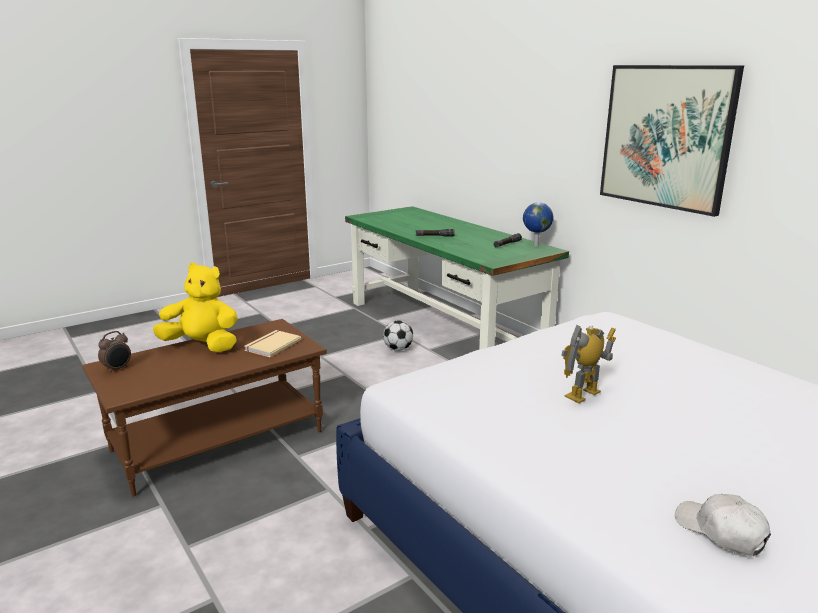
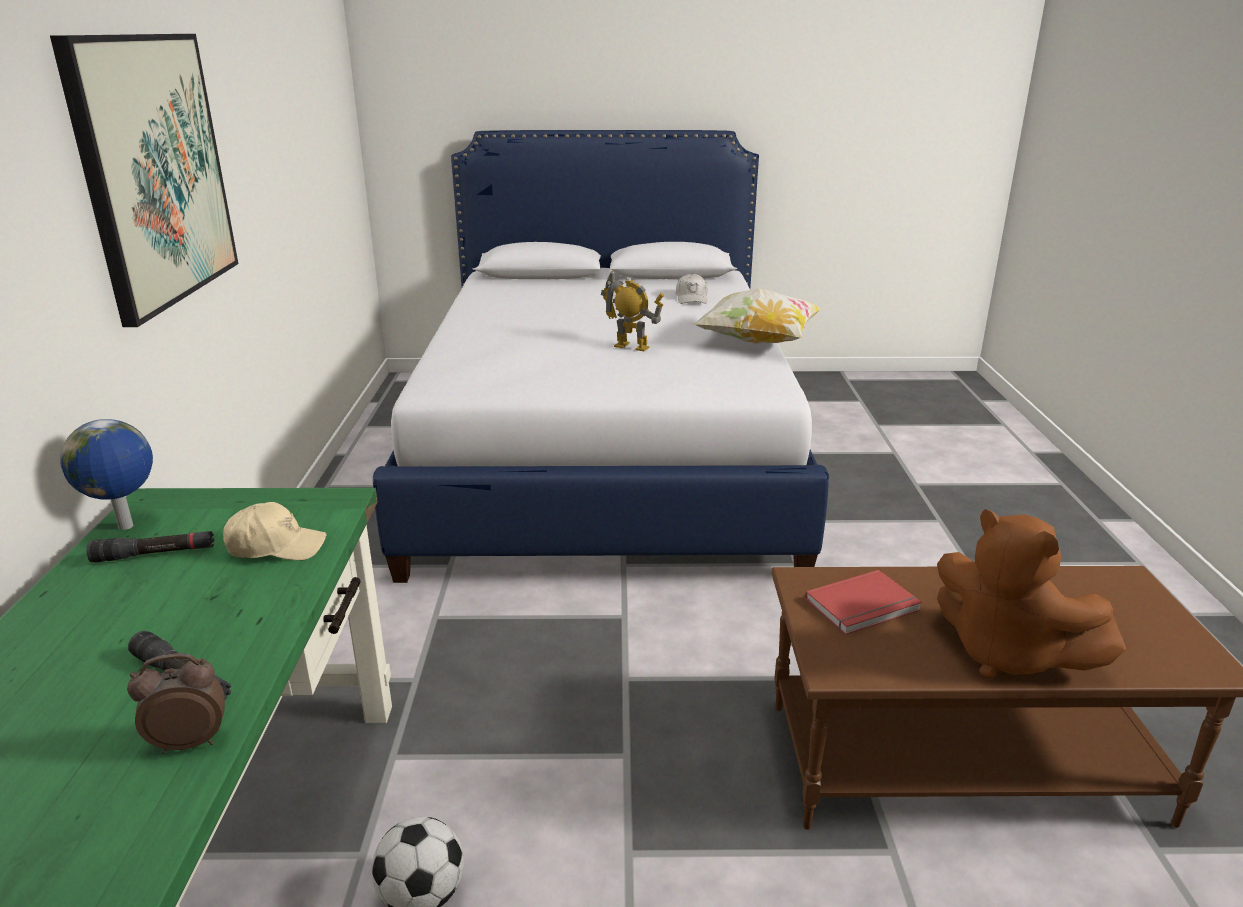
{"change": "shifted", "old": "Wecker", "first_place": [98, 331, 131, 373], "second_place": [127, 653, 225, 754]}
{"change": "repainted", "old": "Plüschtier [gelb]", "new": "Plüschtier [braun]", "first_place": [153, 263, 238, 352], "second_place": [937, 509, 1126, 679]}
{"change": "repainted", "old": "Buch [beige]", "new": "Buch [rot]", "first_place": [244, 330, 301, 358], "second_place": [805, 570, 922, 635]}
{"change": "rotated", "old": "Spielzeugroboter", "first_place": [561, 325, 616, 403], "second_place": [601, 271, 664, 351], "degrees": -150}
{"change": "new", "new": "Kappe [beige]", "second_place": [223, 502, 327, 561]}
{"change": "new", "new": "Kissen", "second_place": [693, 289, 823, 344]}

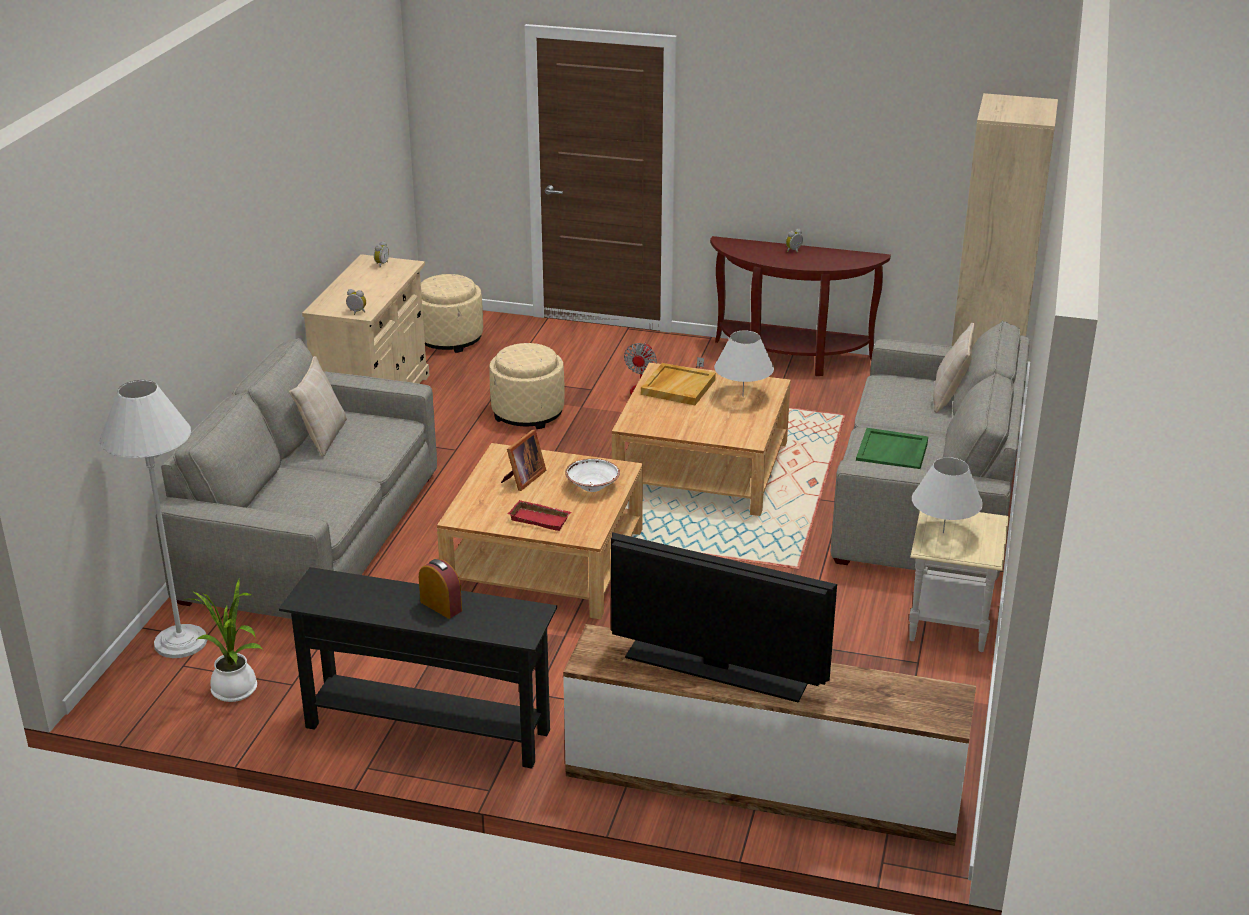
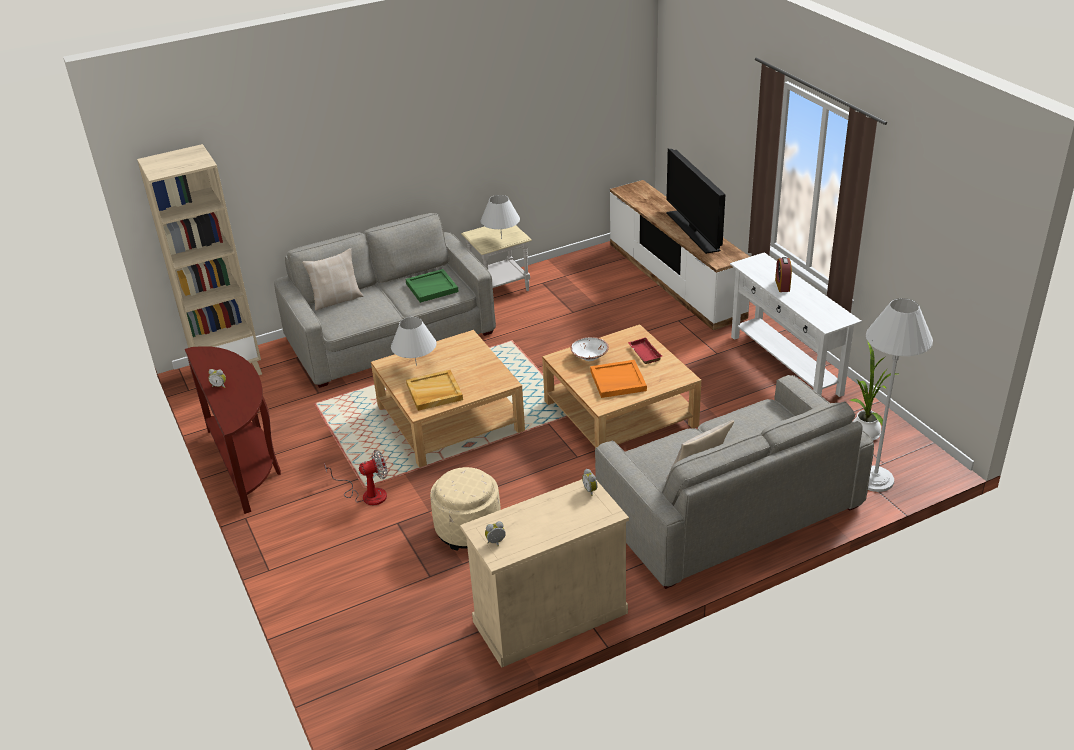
{"change": "repainted", "old": "Konsolentisch [schwarz]", "new": "Konsolentisch [weiß]", "first_place": [279, 567, 557, 769], "second_place": [730, 252, 862, 397]}
{"change": "gone", "old": "Polsterhocker [beige]", "first_place": [421, 274, 483, 353]}
{"change": "swapped", "old": "Bilderrahmen", "new": "Tablett [orange]", "first_place": [501, 430, 546, 491], "second_place": [590, 360, 647, 398]}

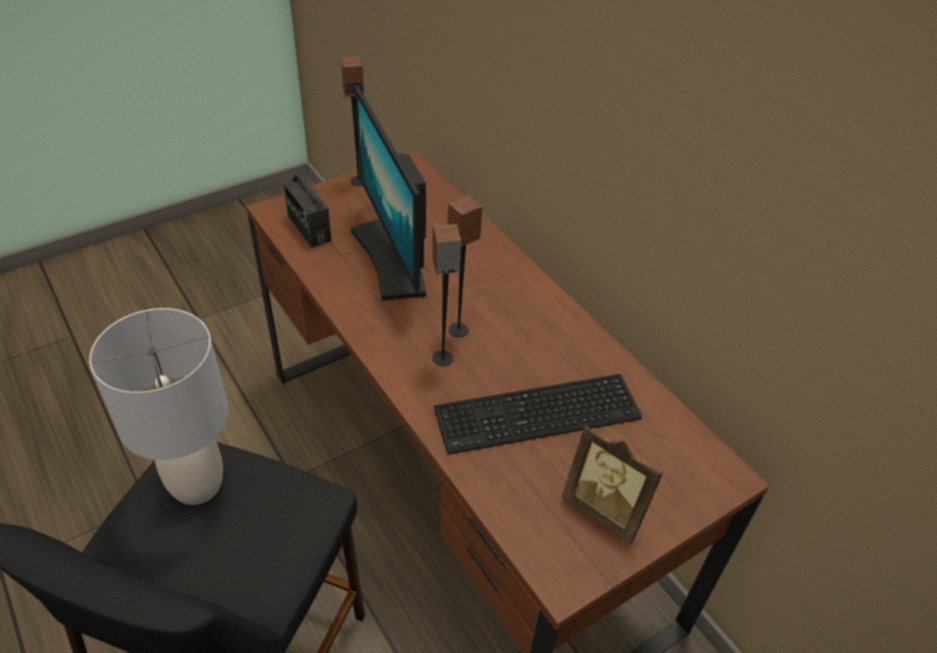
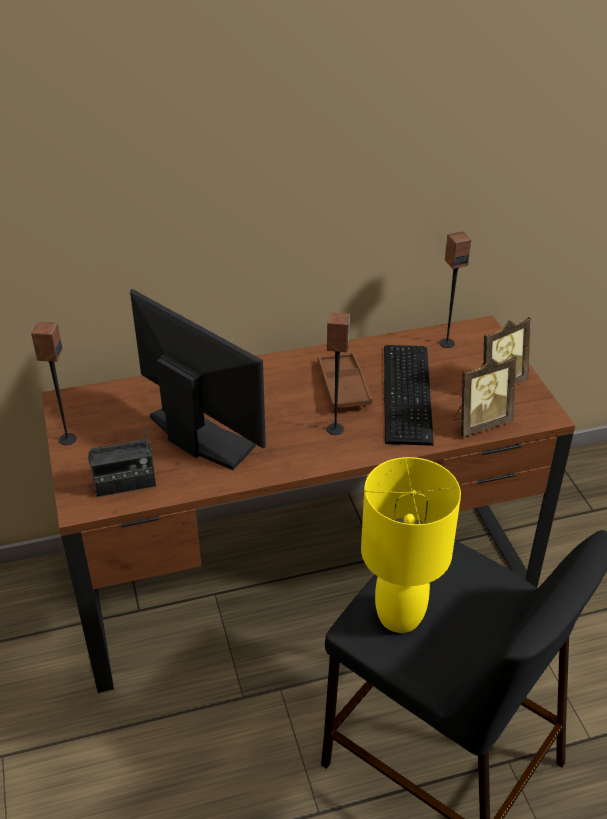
{"change": "repainted", "old": "Tischlampe [grau]", "new": "Tischlampe [gelb]", "first_place": [89, 308, 228, 505], "second_place": [361, 457, 461, 633]}
{"change": "rotated", "old": "Monitor", "first_place": [351, 86, 426, 301], "second_place": [130, 289, 266, 470], "degrees": -135}
{"change": "shifted", "old": "Lautsprecher", "first_place": [448, 195, 483, 337], "second_place": [439, 231, 471, 348]}
{"change": "new", "new": "Tablett [braun]", "second_place": [318, 352, 372, 409]}
{"change": "new", "new": "Bilderrahmen", "second_place": [453, 356, 517, 437]}

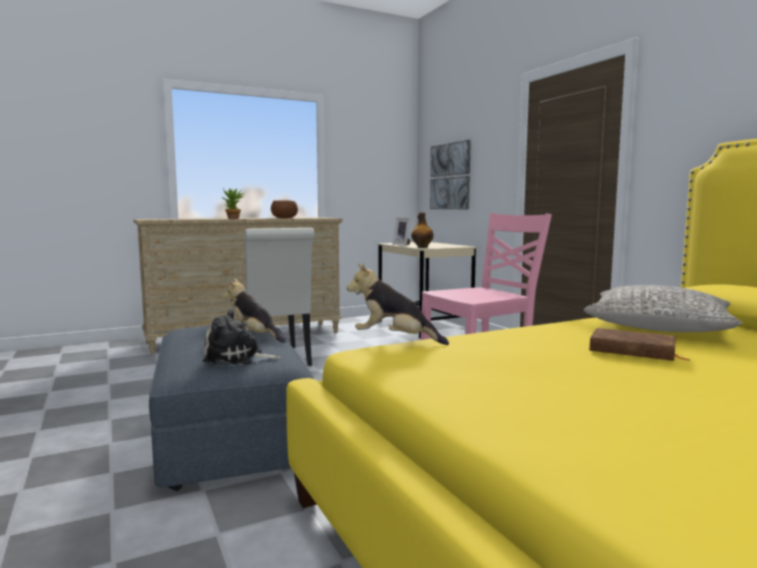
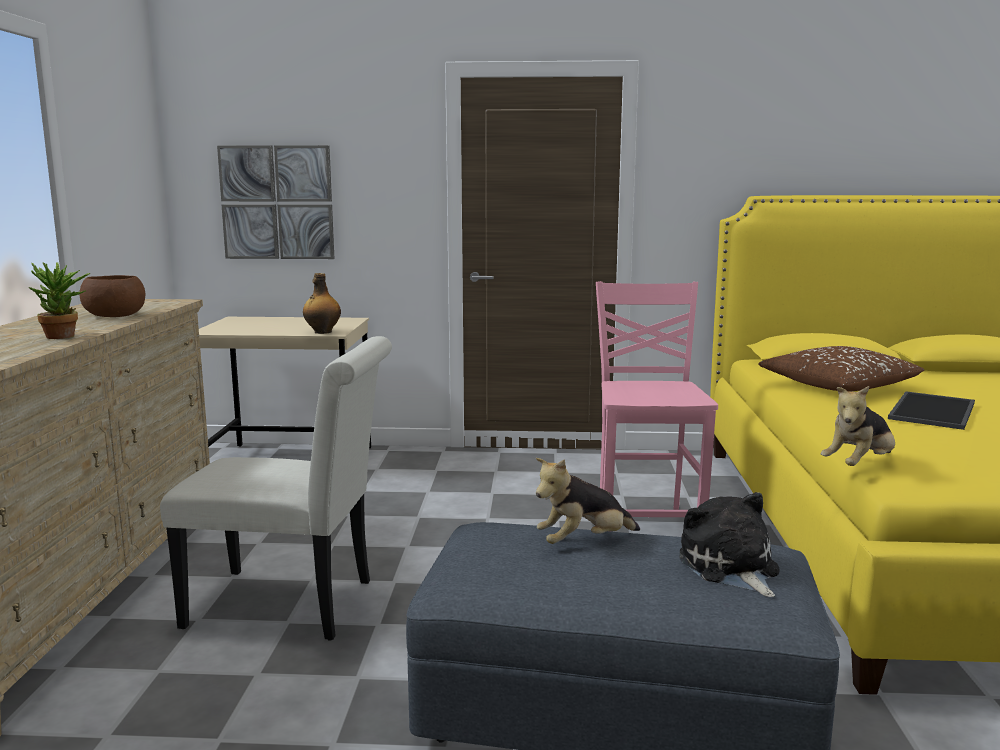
{"change": "rotated", "old": "Plüschtier", "first_place": [202, 309, 281, 366], "second_place": [680, 492, 780, 597], "degrees": 135}
{"change": "gone", "old": "Bilderrahmen", "first_place": [393, 217, 410, 246]}
{"change": "repainted", "old": "Kissen [grau]", "new": "Kissen [braun]", "first_place": [584, 285, 742, 332], "second_place": [758, 346, 924, 391]}
{"change": "swapped", "old": "Buch [braun]", "new": "Tablett", "first_place": [590, 328, 690, 361], "second_place": [888, 391, 975, 430]}

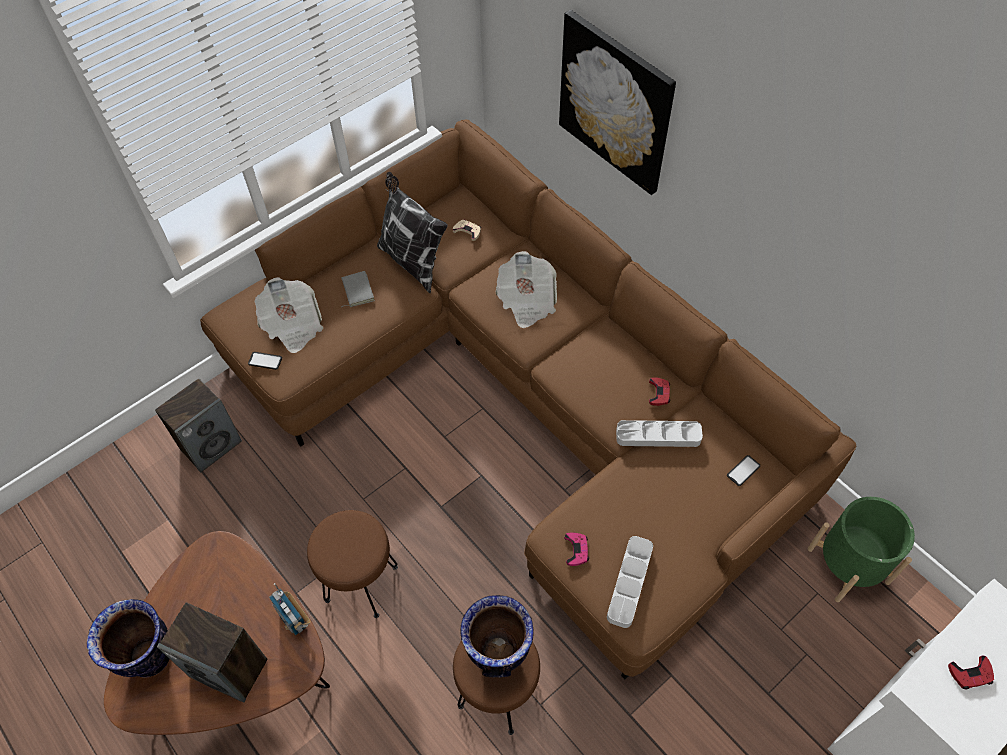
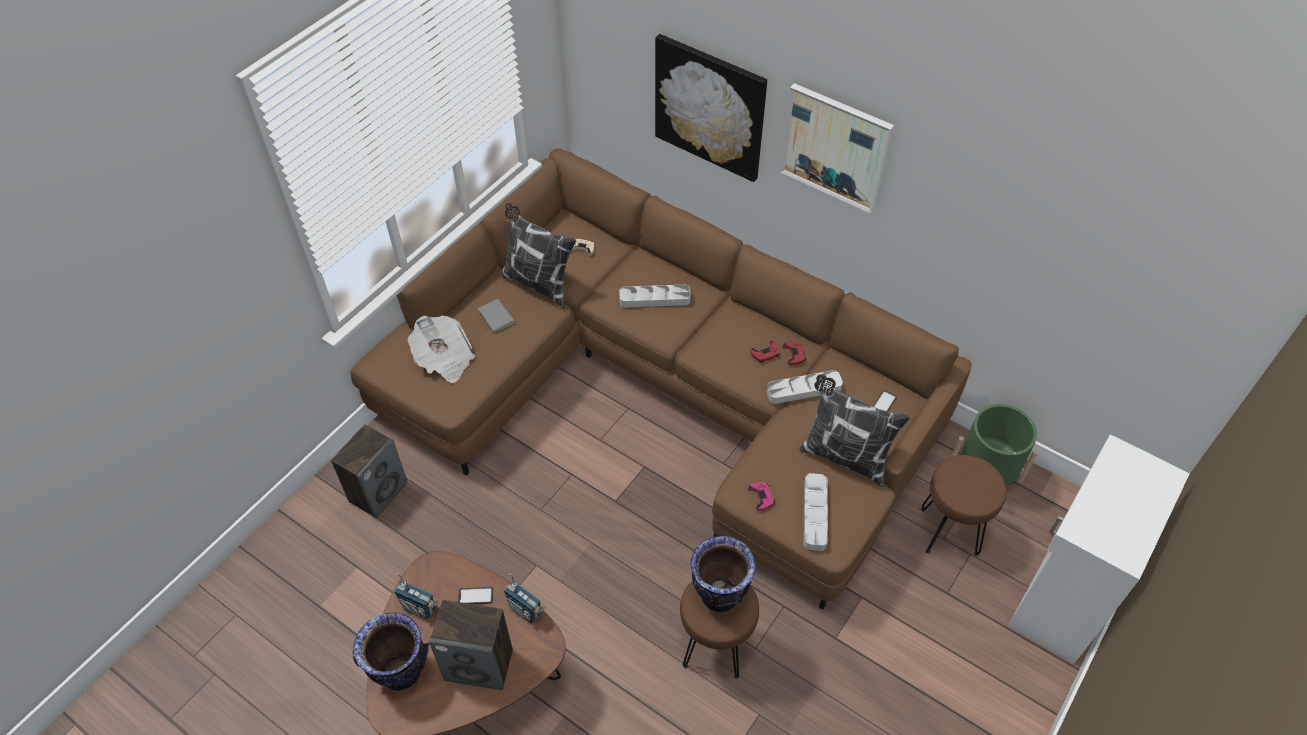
{"change": "shifted", "old": "Handy", "first_place": [248, 352, 282, 370], "second_place": [458, 587, 493, 604]}
{"change": "shifted", "old": "Hocker [braun]", "first_place": [307, 510, 398, 618], "second_place": [921, 455, 1006, 556]}
{"change": "swapped", "old": "Zeitung", "new": "Tablett [grau]", "first_place": [495, 251, 557, 328], "second_place": [619, 285, 691, 307]}
{"change": "shifted", "old": "Gamepad [rot]", "first_place": [948, 655, 994, 689], "second_place": [750, 341, 779, 363]}
{"change": "new", "new": "Radio", "second_place": [394, 573, 439, 619]}
{"change": "new", "new": "Bild", "second_place": [780, 83, 894, 214]}
{"change": "new", "new": "Kissen", "second_place": [799, 374, 910, 487]}

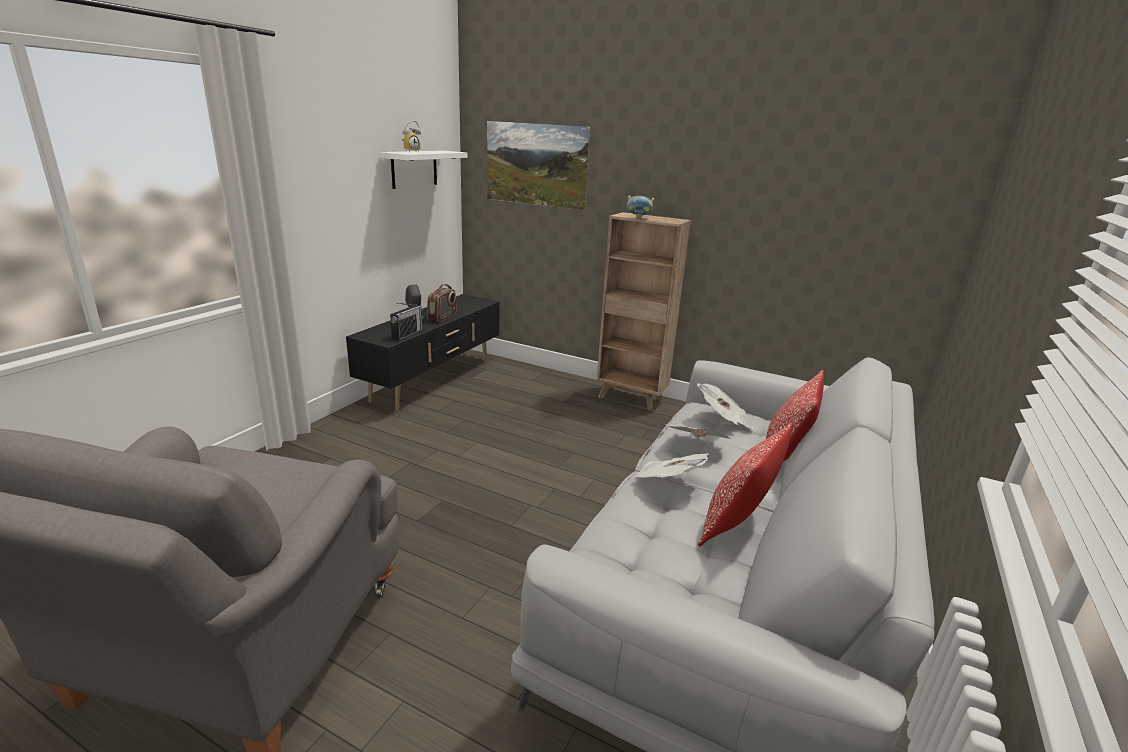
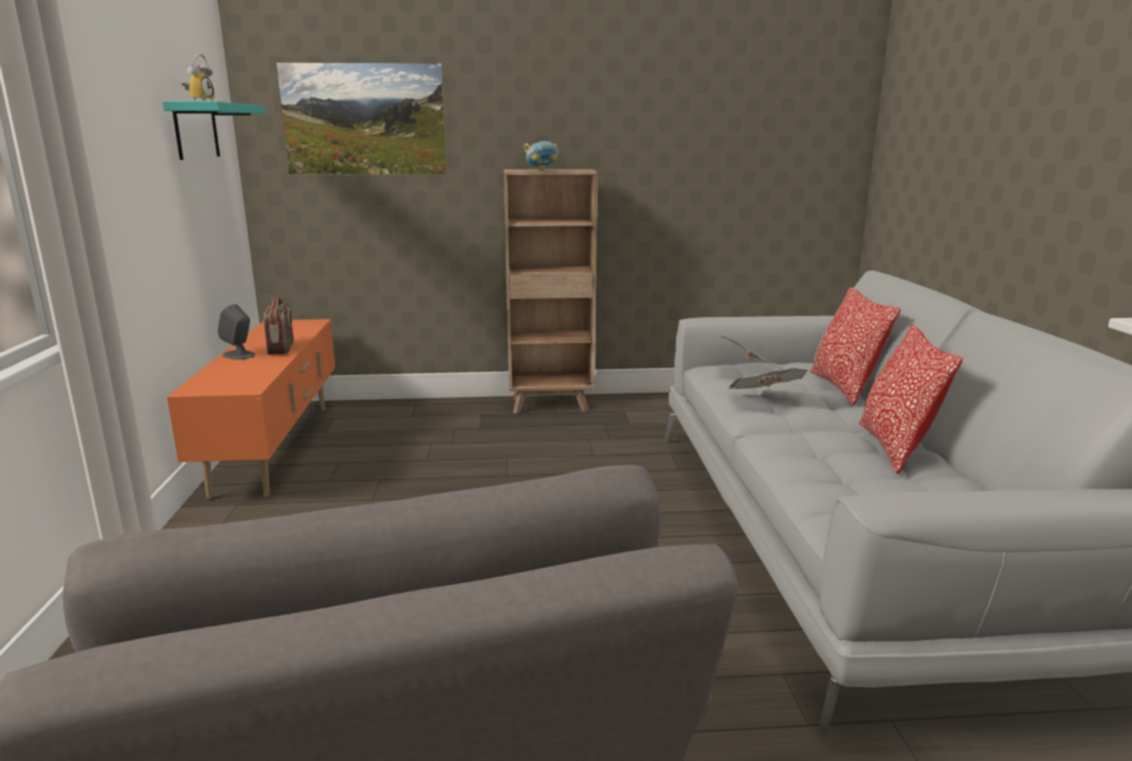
{"change": "repainted", "old": "Fernsehschrank [schwarz]", "new": "Fernsehschrank [orange]", "first_place": [346, 294, 500, 411], "second_place": [167, 319, 335, 499]}
{"change": "repainted", "old": "Wandregal [weiß]", "new": "Wandregal [türkis]", "first_place": [381, 150, 467, 189], "second_place": [162, 101, 266, 160]}
{"change": "gone", "old": "Radio", "first_place": [390, 303, 423, 340]}
{"change": "gone", "old": "Zeitung", "first_place": [632, 453, 709, 478]}

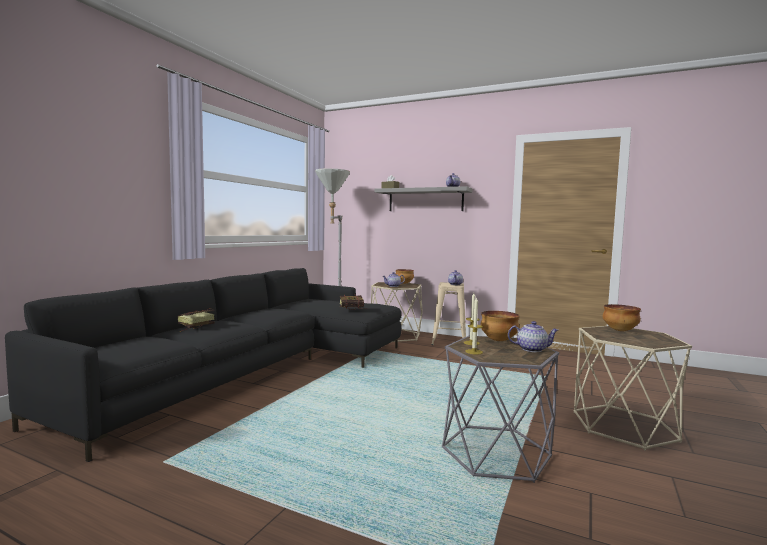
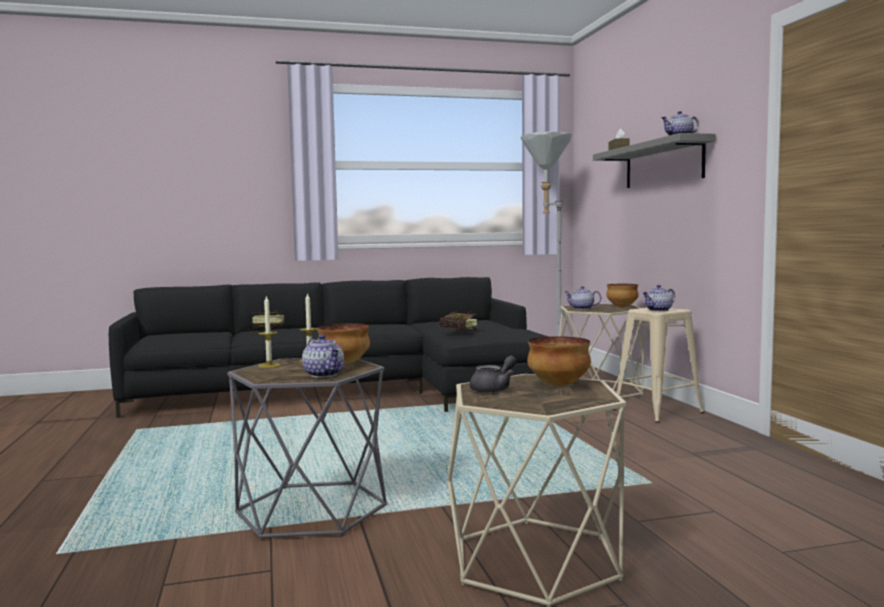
{"change": "new", "new": "Teekanne [grau]", "second_place": [469, 356, 517, 393]}

